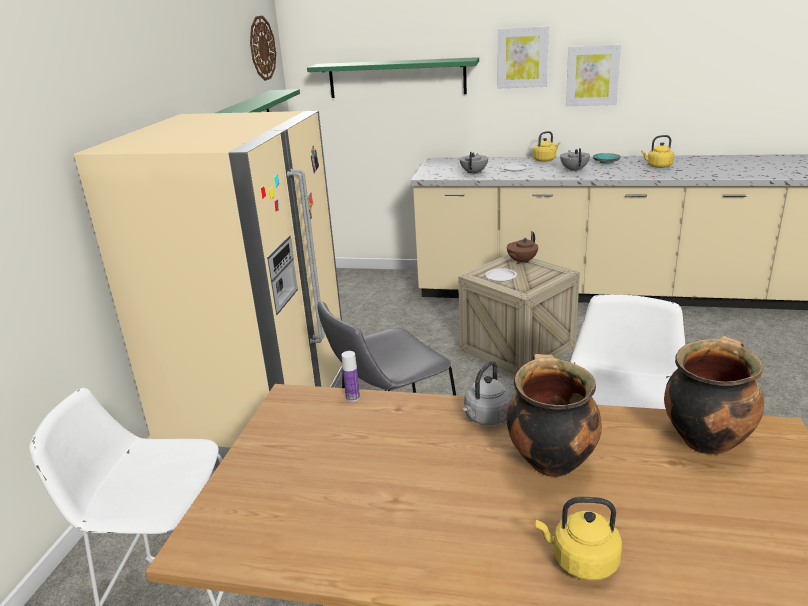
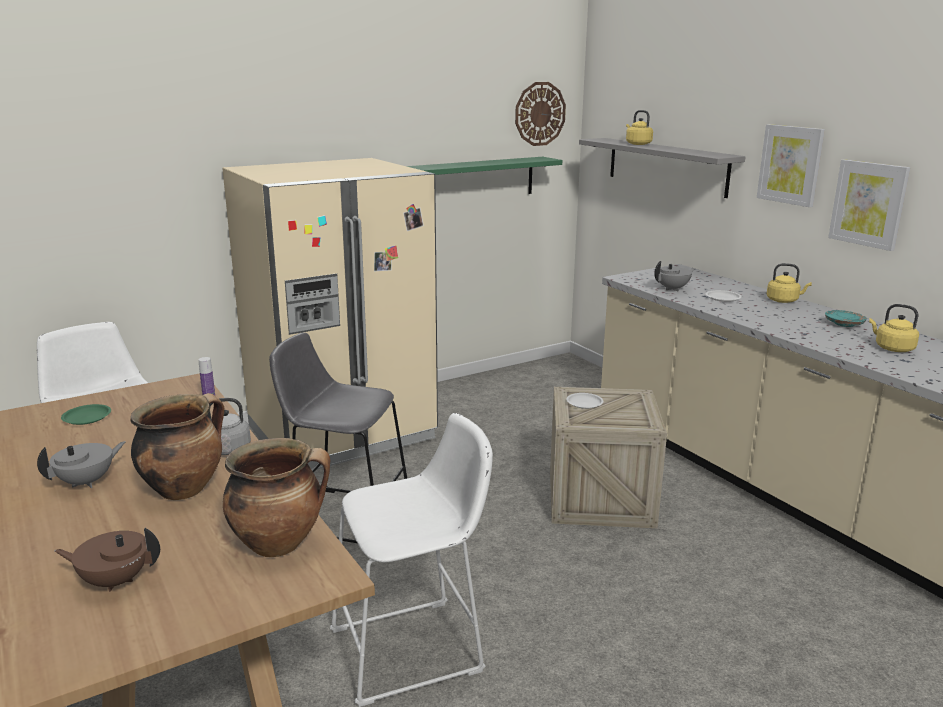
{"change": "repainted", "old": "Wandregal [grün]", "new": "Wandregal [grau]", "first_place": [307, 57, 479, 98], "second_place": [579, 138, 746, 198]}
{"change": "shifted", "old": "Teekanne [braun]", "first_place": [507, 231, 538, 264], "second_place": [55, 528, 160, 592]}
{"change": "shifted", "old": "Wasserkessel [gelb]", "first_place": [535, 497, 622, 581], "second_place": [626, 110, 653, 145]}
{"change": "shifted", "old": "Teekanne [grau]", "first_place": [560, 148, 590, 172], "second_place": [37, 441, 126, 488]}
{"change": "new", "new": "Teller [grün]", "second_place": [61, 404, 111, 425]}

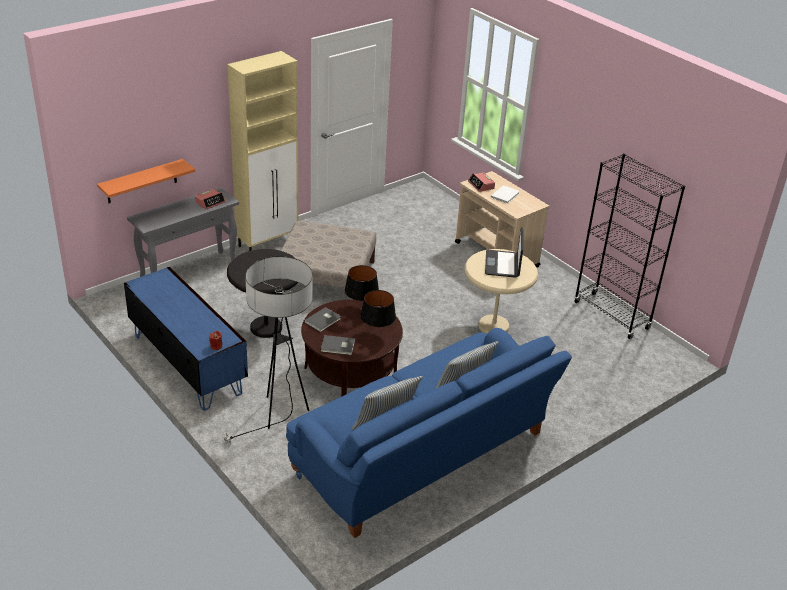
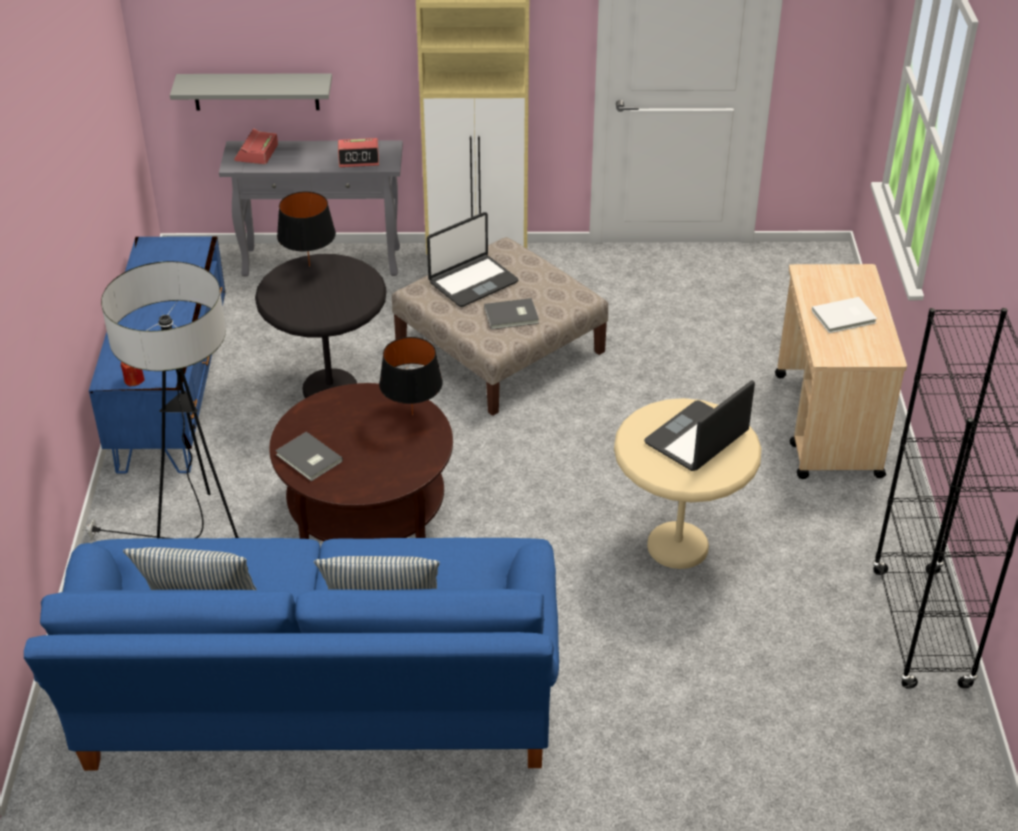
{"change": "repainted", "old": "Wandregal [orange]", "new": "Wandregal [grau]", "first_place": [97, 159, 195, 203], "second_place": [170, 73, 332, 111]}
{"change": "shifted", "old": "Buch [grau]", "first_place": [304, 307, 341, 332], "second_place": [484, 298, 539, 329]}
{"change": "shifted", "old": "Tischlampe [schwarz]", "first_place": [360, 290, 396, 335], "second_place": [277, 191, 336, 267]}
{"change": "shifted", "old": "Wecker", "first_place": [468, 173, 495, 192], "second_place": [234, 128, 278, 164]}
{"change": "new", "new": "Laptop", "second_place": [427, 212, 518, 307]}

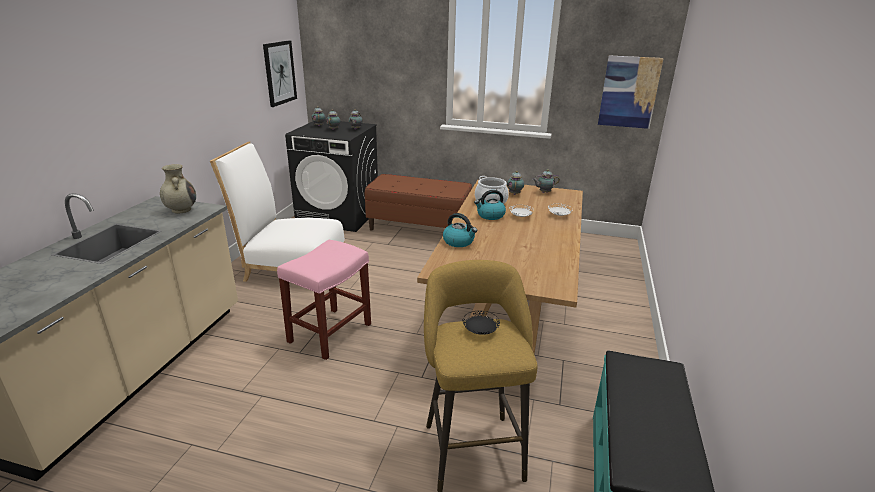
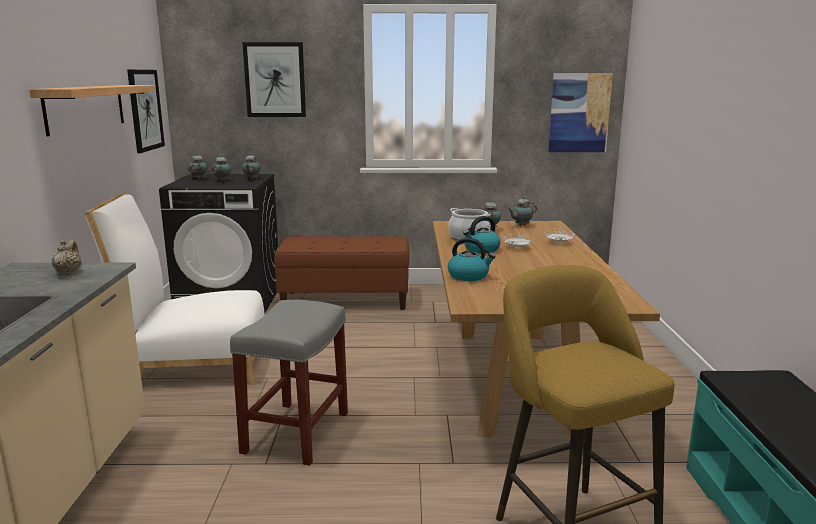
{"change": "swapped", "old": "Vase [beige]", "new": "Teekanne [beige]", "first_place": [160, 164, 196, 213], "second_place": [51, 240, 82, 274]}
{"change": "repainted", "old": "Hocker [rosa]", "new": "Hocker [grau]", "first_place": [277, 240, 371, 360], "second_place": [230, 300, 348, 466]}
{"change": "gone", "old": "Teller [schwarz]", "first_place": [463, 311, 500, 335]}
{"change": "new", "new": "Wandregal", "second_place": [29, 85, 156, 136]}
{"change": "new", "new": "Bild", "second_place": [242, 42, 306, 117]}

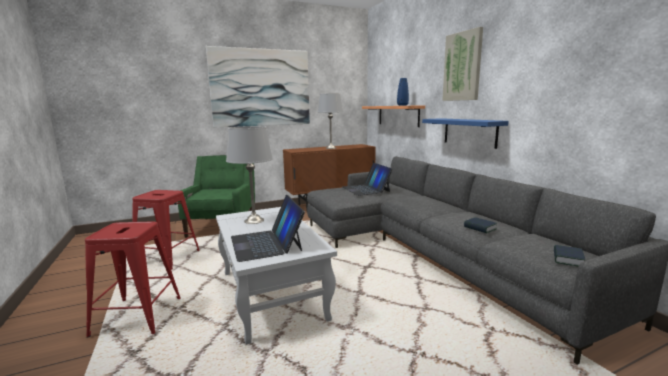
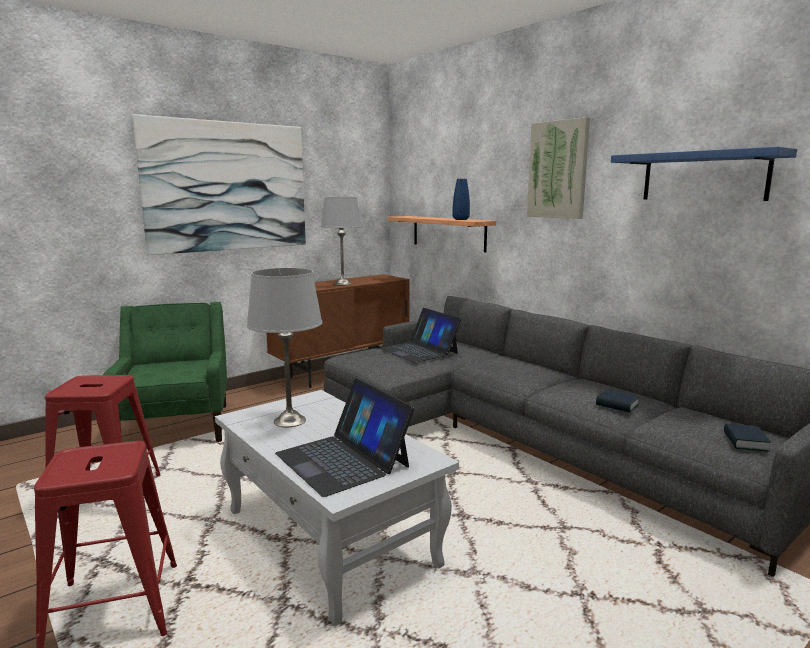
{"change": "shifted", "old": "Wandregal [blau]", "first_place": [422, 118, 509, 149], "second_place": [611, 147, 797, 201]}

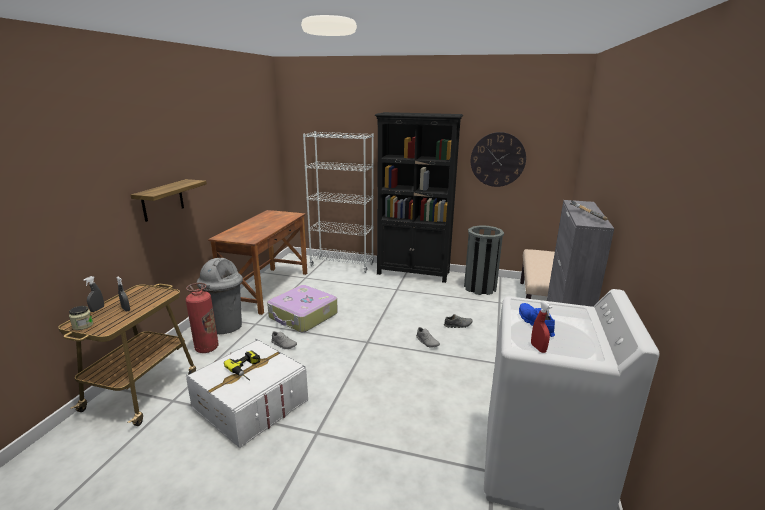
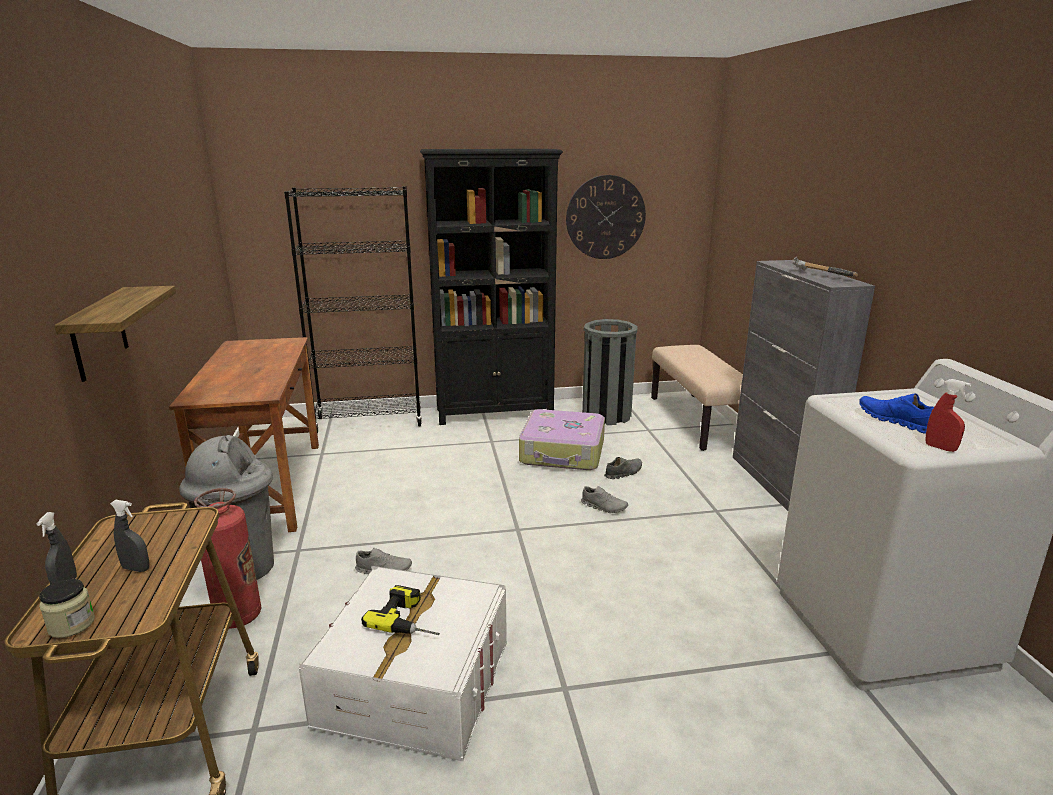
{"change": "shifted", "old": "Koffer", "first_place": [267, 285, 338, 332], "second_place": [519, 409, 605, 470]}
{"change": "repainted", "old": "Bücherregal [weiß]", "new": "Bücherregal [schwarz]", "first_place": [303, 131, 374, 273], "second_place": [284, 186, 422, 433]}

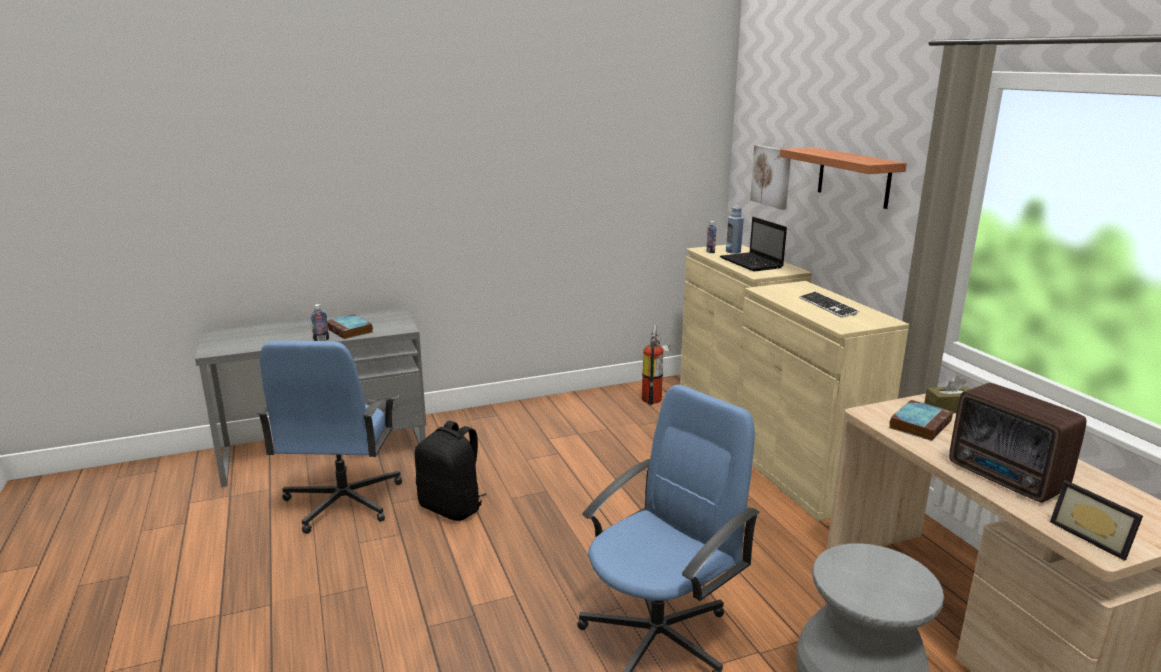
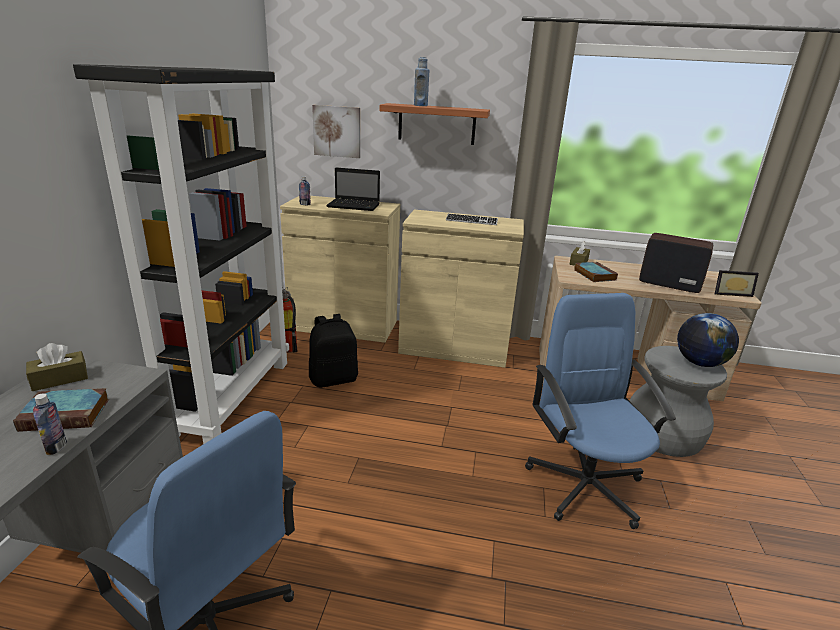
{"change": "shifted", "old": "Rucksack [schwarz]", "first_place": [415, 421, 487, 521], "second_place": [309, 314, 358, 388]}
{"change": "shifted", "old": "Flasche [blau]", "first_place": [726, 205, 744, 253], "second_place": [414, 57, 430, 106]}
{"change": "rotated", "old": "Radio", "first_place": [949, 383, 1087, 503], "second_place": [639, 233, 713, 293], "degrees": -150}
{"change": "new", "new": "Taschentuchbox [braun]", "second_place": [26, 343, 88, 391]}
{"change": "new", "new": "Bücherregal [schwarz]", "second_place": [73, 64, 289, 444]}
{"change": "new", "new": "Globus", "second_place": [677, 313, 739, 367]}

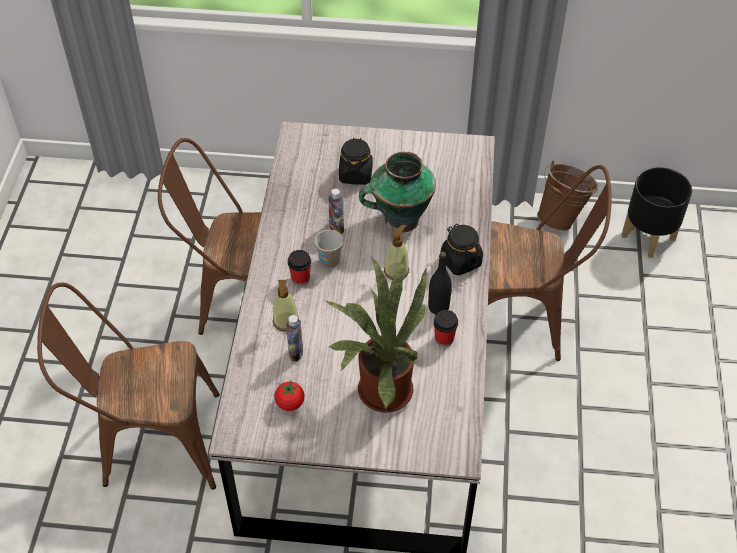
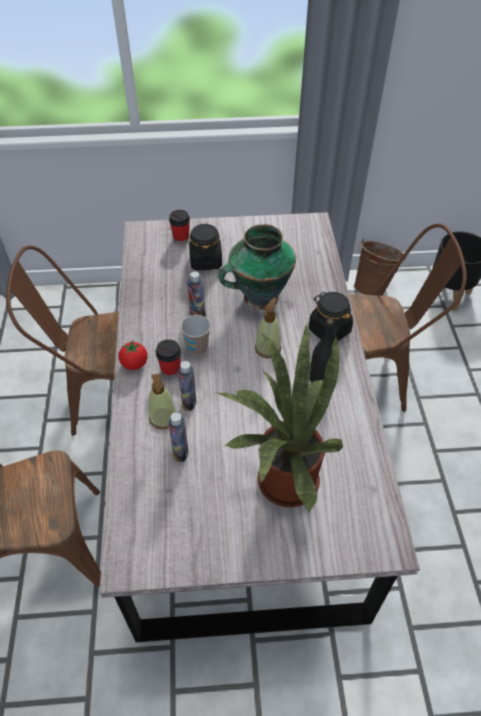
{"change": "shifted", "old": "Tomate", "first_place": [274, 381, 304, 411], "second_place": [118, 340, 148, 370]}
{"change": "shifted", "old": "Tasse", "first_place": [434, 310, 458, 347], "second_place": [169, 210, 190, 244]}
{"change": "new", "new": "Flasche", "second_place": [178, 361, 197, 411]}

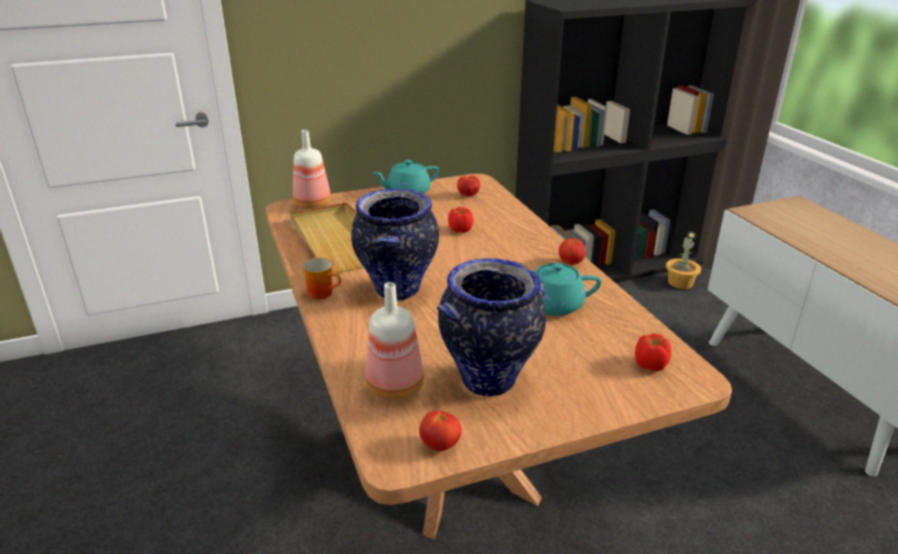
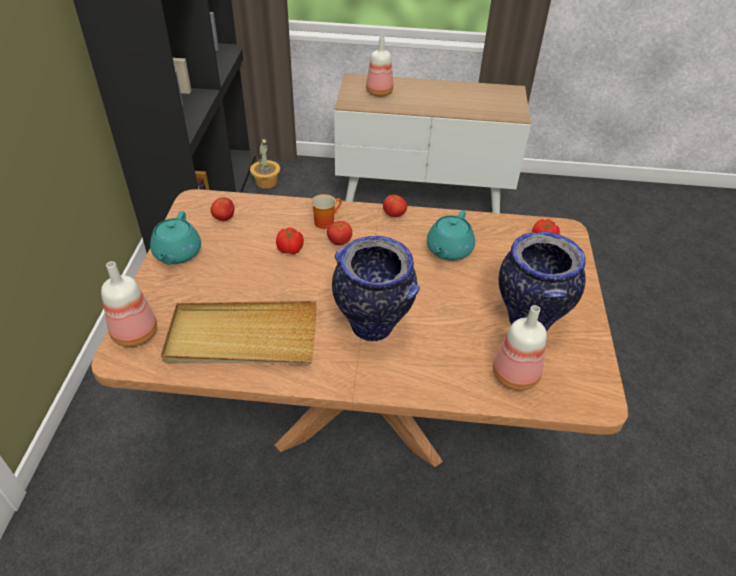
{"change": "shifted", "old": "Henkelbecher", "first_place": [302, 258, 341, 299], "second_place": [311, 194, 342, 229]}
{"change": "shifted", "old": "Tomate", "first_place": [419, 411, 462, 451], "second_place": [327, 221, 352, 245]}
{"change": "new", "new": "Flasche", "second_place": [366, 36, 393, 97]}

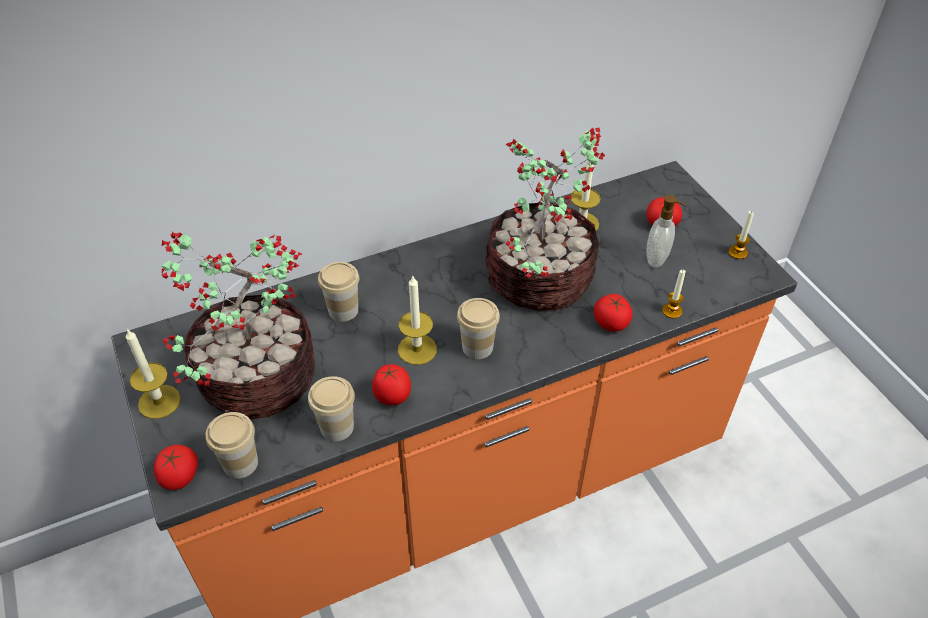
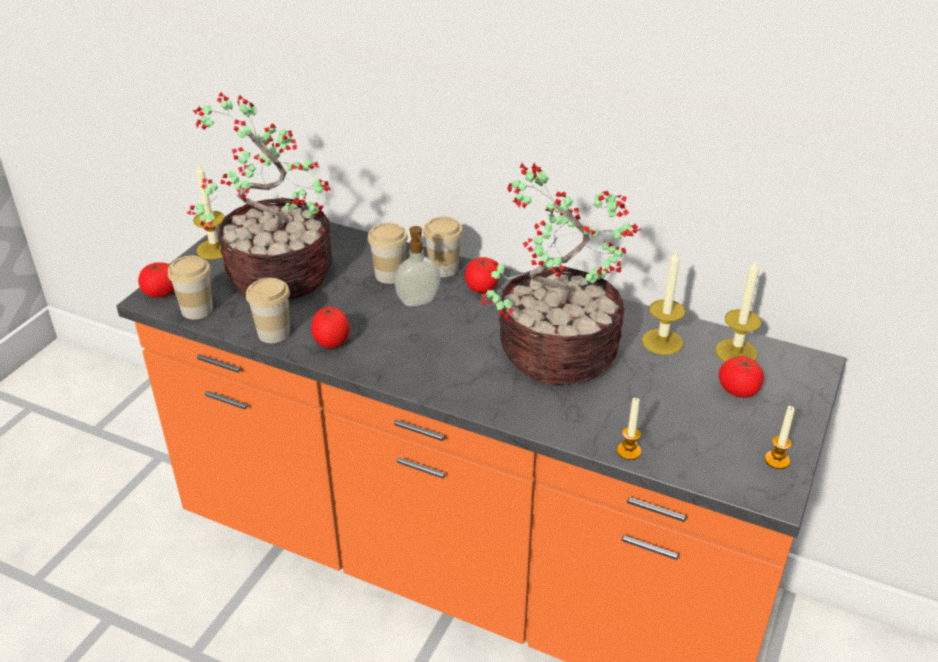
{"change": "shifted", "old": "Kerze", "first_place": [398, 276, 437, 365], "second_place": [715, 261, 762, 361]}
{"change": "shifted", "old": "Tasse", "first_place": [457, 298, 500, 359], "second_place": [423, 217, 463, 277]}
{"change": "shifted", "old": "Tomate", "first_place": [594, 294, 633, 332], "second_place": [465, 257, 501, 293]}
{"change": "shifted", "old": "Seifenspender", "first_place": [646, 195, 686, 267], "second_place": [395, 226, 441, 307]}

